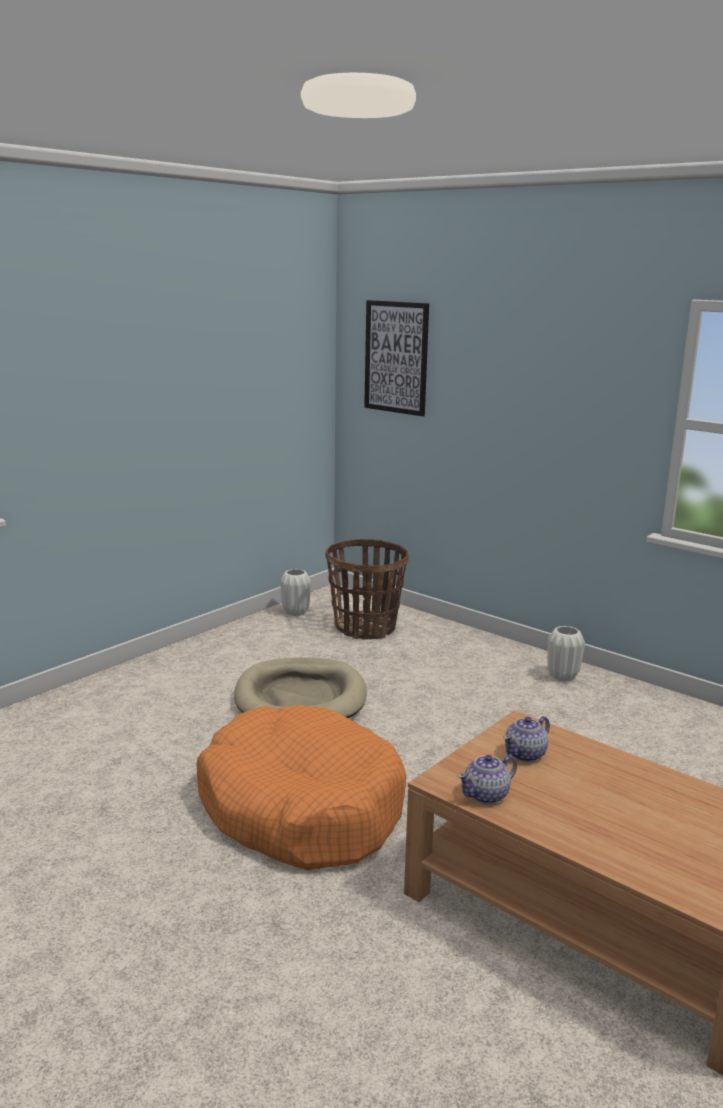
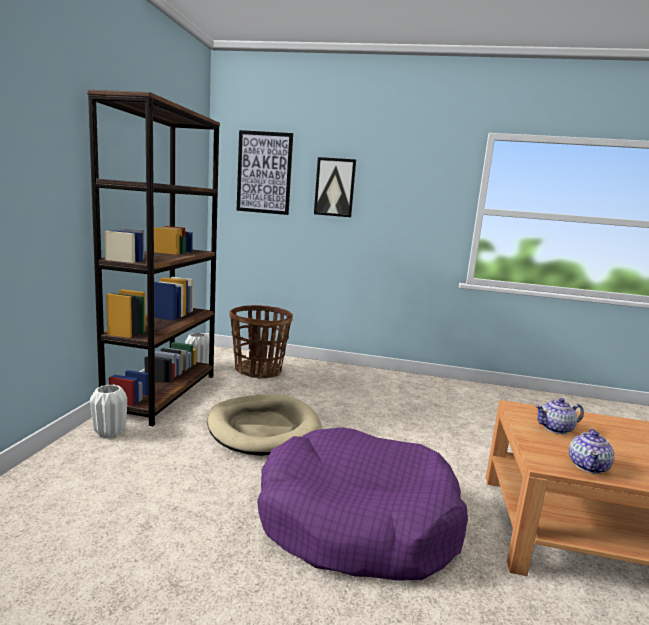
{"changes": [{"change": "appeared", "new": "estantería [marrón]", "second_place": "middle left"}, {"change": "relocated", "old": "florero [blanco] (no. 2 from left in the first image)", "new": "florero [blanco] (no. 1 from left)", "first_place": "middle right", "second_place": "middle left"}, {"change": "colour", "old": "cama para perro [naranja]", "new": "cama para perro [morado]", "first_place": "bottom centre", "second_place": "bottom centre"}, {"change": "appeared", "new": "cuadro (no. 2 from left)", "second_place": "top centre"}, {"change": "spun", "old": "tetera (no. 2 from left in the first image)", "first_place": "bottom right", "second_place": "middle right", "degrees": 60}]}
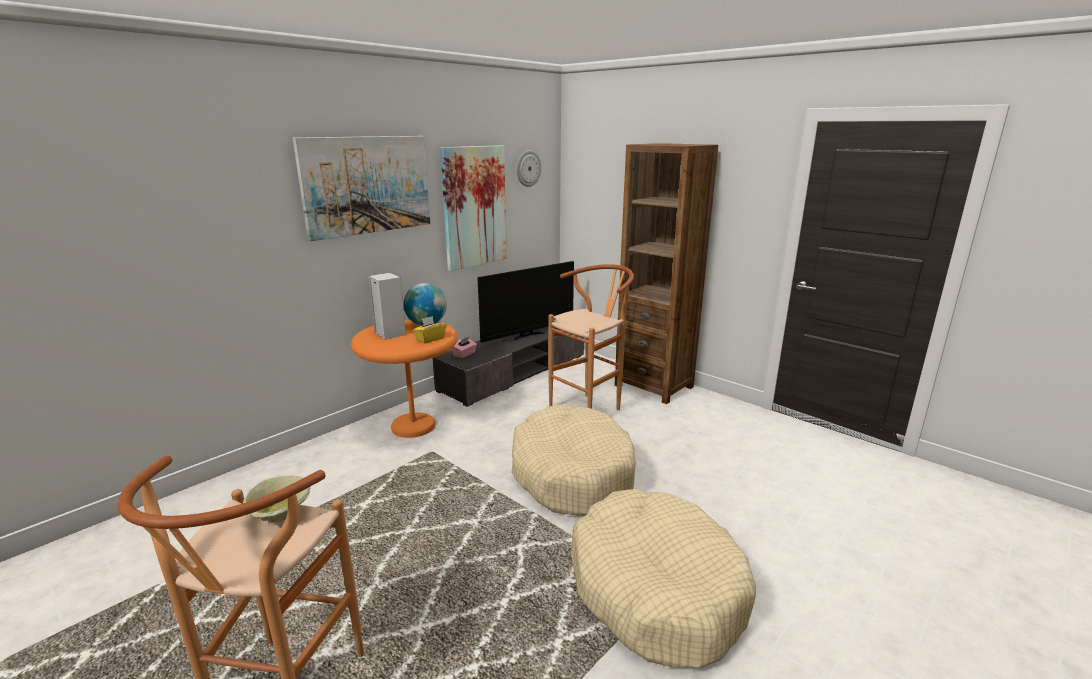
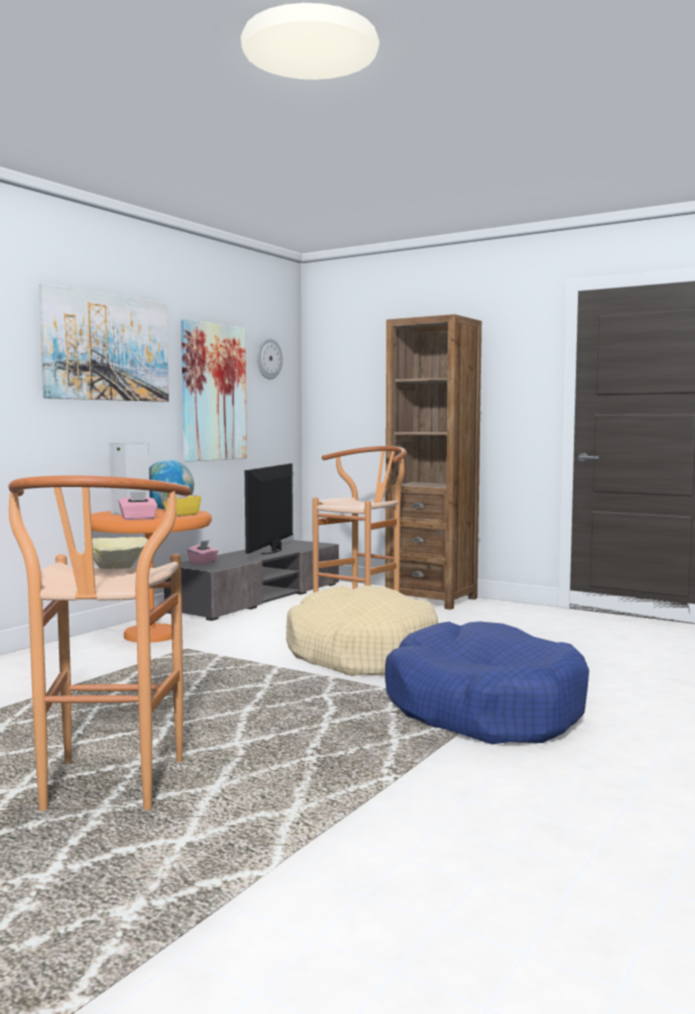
{"changes": [{"change": "appeared", "new": "caja de pañuelos [rosa] (no. 1 from left)", "second_place": "middle left"}, {"change": "spun", "old": "televisor", "first_place": "centre", "second_place": "centre", "degrees": 150}, {"change": "colour", "old": "cama para perro [beis] (no. 2 from left)", "new": "cama para perro [azul]", "first_place": "bottom centre", "second_place": "bottom right"}]}
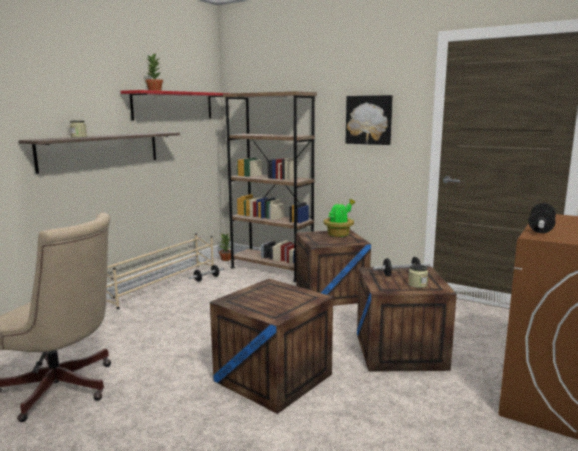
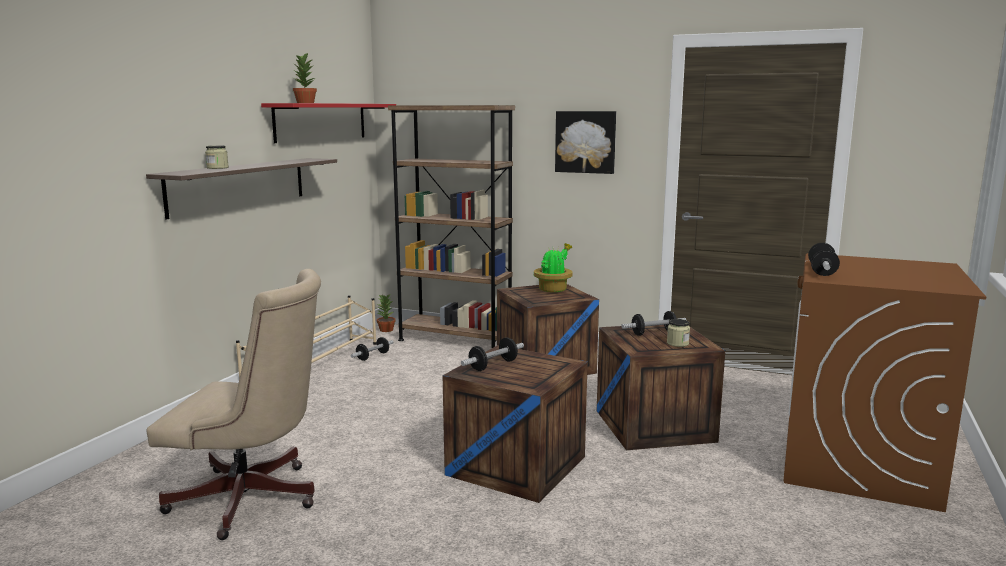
{"changes": [{"change": "appeared", "new": "mancuerna (no. 2 from left)", "second_place": "centre"}]}
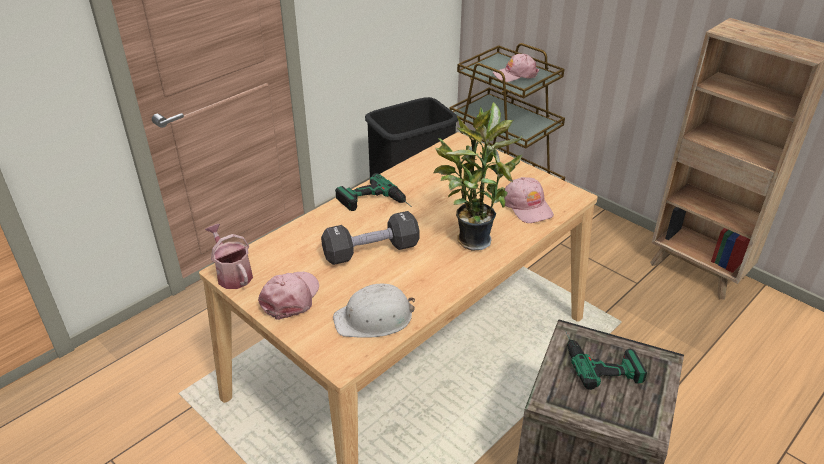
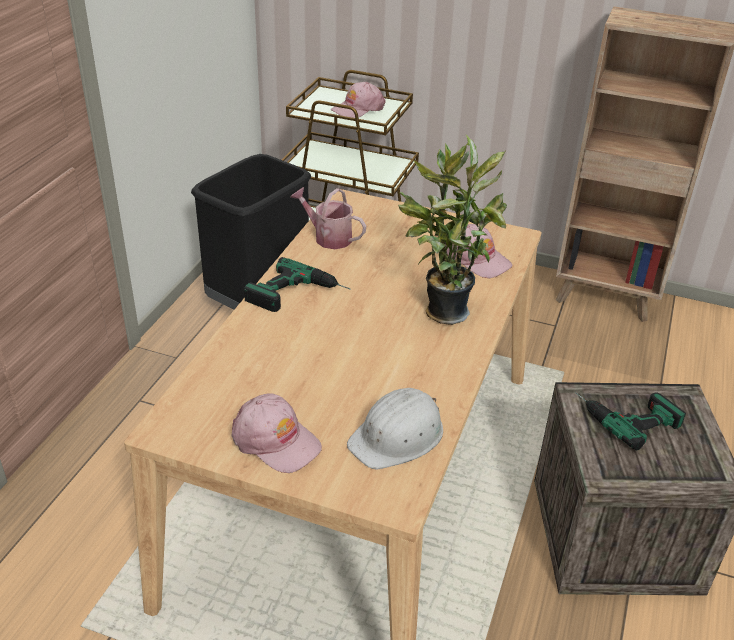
{"changes": [{"change": "spun", "old": "gorra [rosa] (no. 1 from left)", "first_place": "centre", "second_place": "bottom centre", "degrees": 135}, {"change": "relocated", "old": "regadera", "first_place": "middle left", "second_place": "centre"}, {"change": "missing", "old": "mancuerna [negro]", "first_place": "centre"}]}
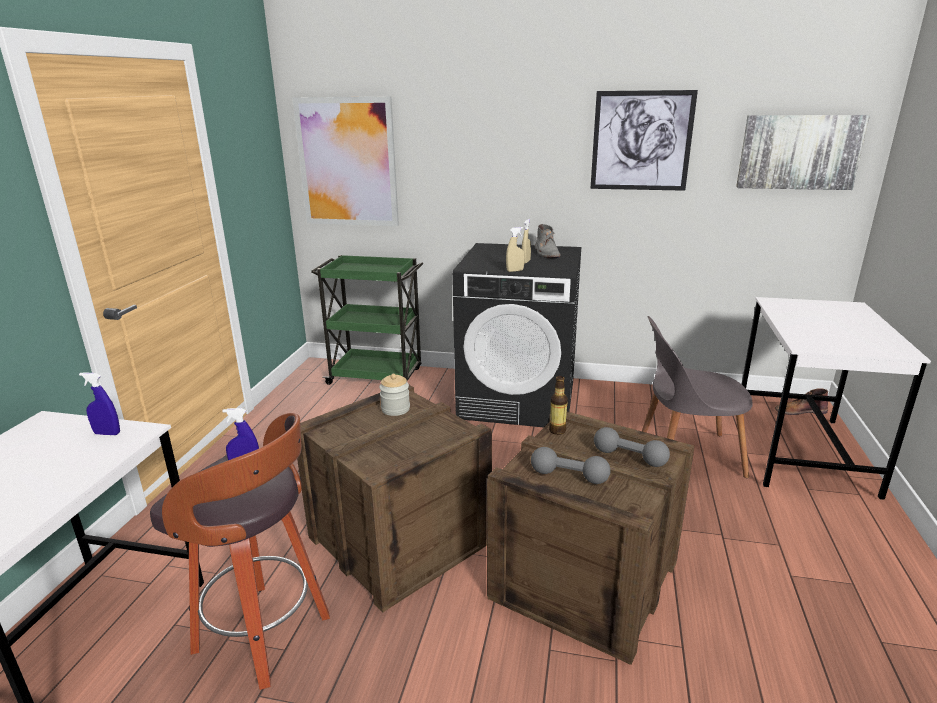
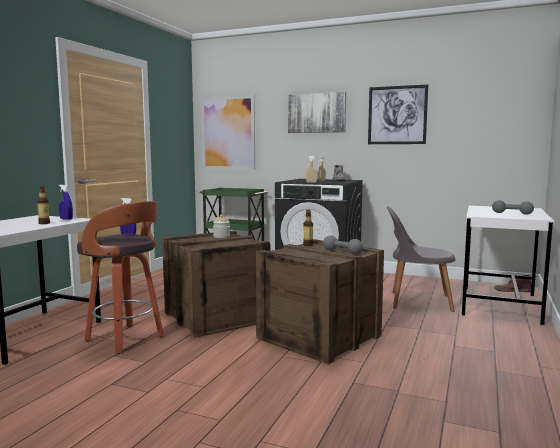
{"changes": [{"change": "appeared", "new": "botella (no. 1 from left)", "second_place": "middle left"}, {"change": "relocated", "old": "cuadro (no. 3 from left in the first image)", "new": "cuadro (no. 2 from left)", "first_place": "top right", "second_place": "top centre"}, {"change": "relocated", "old": "mancuerna [gris] (no. 1 from left in the first image)", "new": "mancuerna [gris] (no. 2 from left)", "first_place": "centre", "second_place": "middle right"}]}
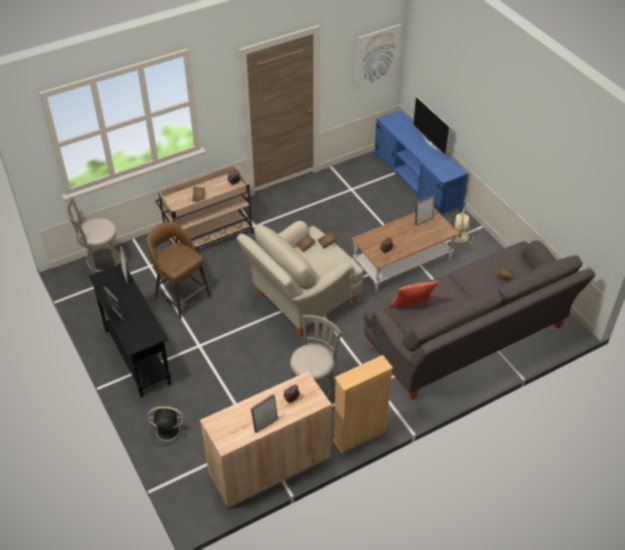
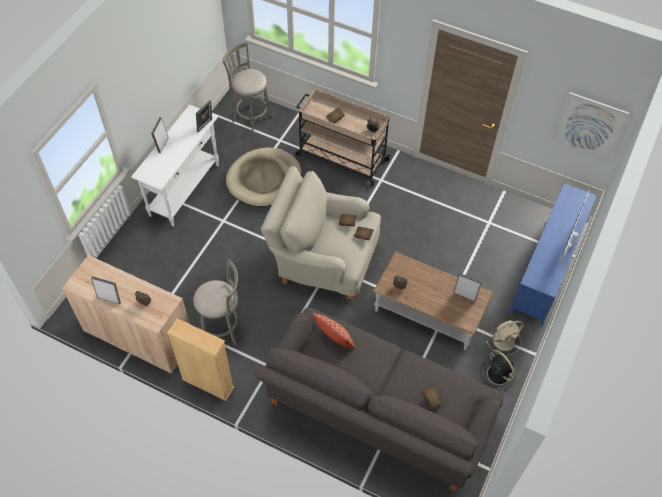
{"changes": [{"change": "colour", "old": "mesa consola [negro]", "new": "mesa consola [blanco]", "first_place": "middle left", "second_place": "middle left"}, {"change": "exchanged", "old": "taburete [marrón]", "new": "cama para perro [beis]", "first_place": "middle left", "second_place": "centre"}, {"change": "relocated", "old": "ventilador [negro]", "first_place": "bottom left", "second_place": "bottom right"}]}
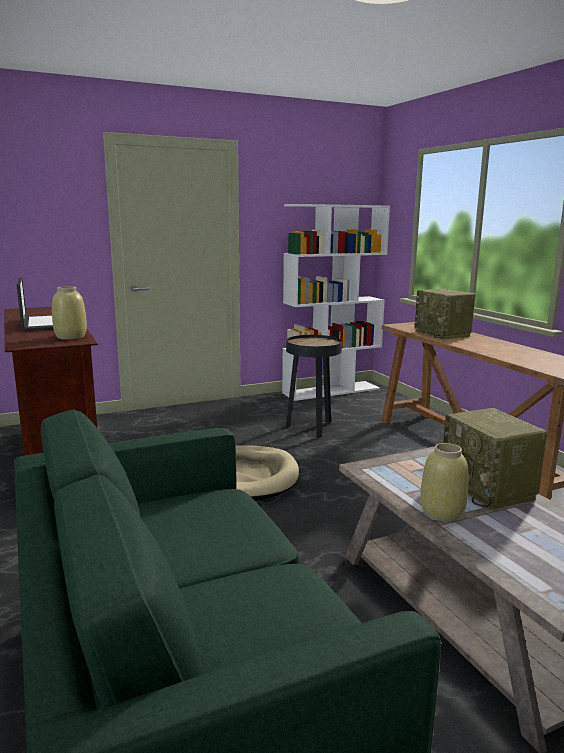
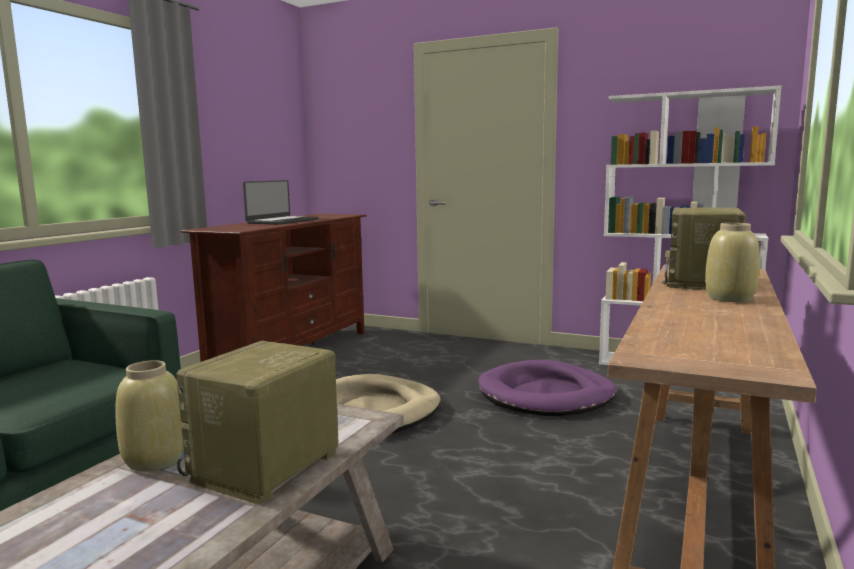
{"changes": [{"change": "exchanged", "old": "mesa auxiliar [negro]", "new": "cama para perro [morado]", "first_place": "centre", "second_place": "bottom centre"}, {"change": "relocated", "old": "florero [beis] (no. 1 from left in the first image)", "new": "florero [beis] (no. 2 from left)", "first_place": "middle left", "second_place": "middle right"}]}
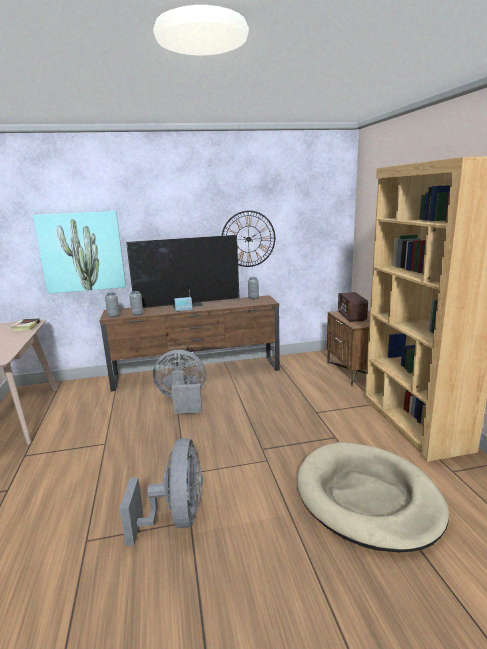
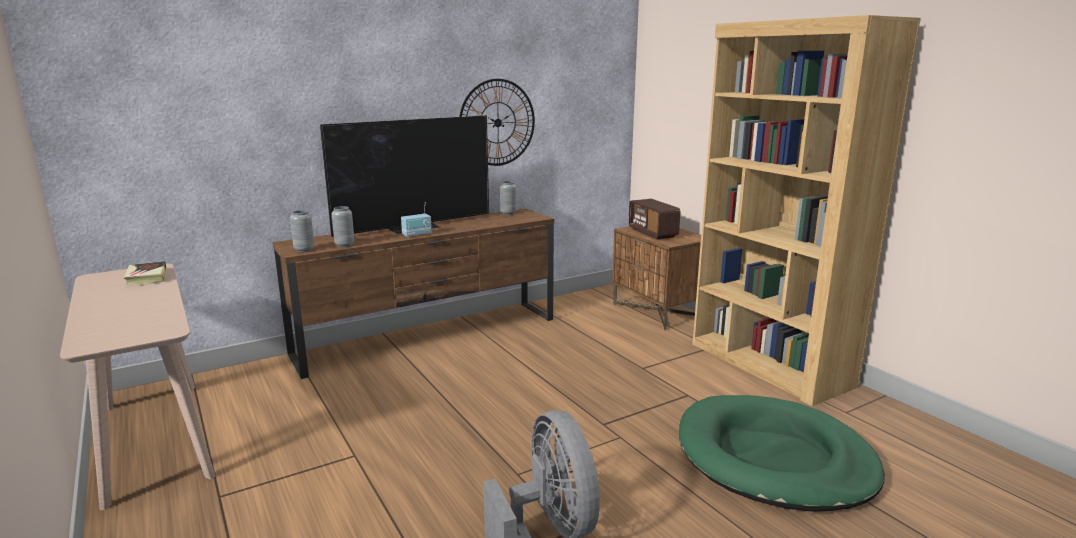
{"changes": [{"change": "colour", "old": "cama para perro [beis]", "new": "cama para perro [verde]", "first_place": "bottom right", "second_place": "bottom right"}, {"change": "missing", "old": "cuadro", "first_place": "middle left"}, {"change": "missing", "old": "ventilador [gris] (no. 2 from left)", "first_place": "centre"}]}
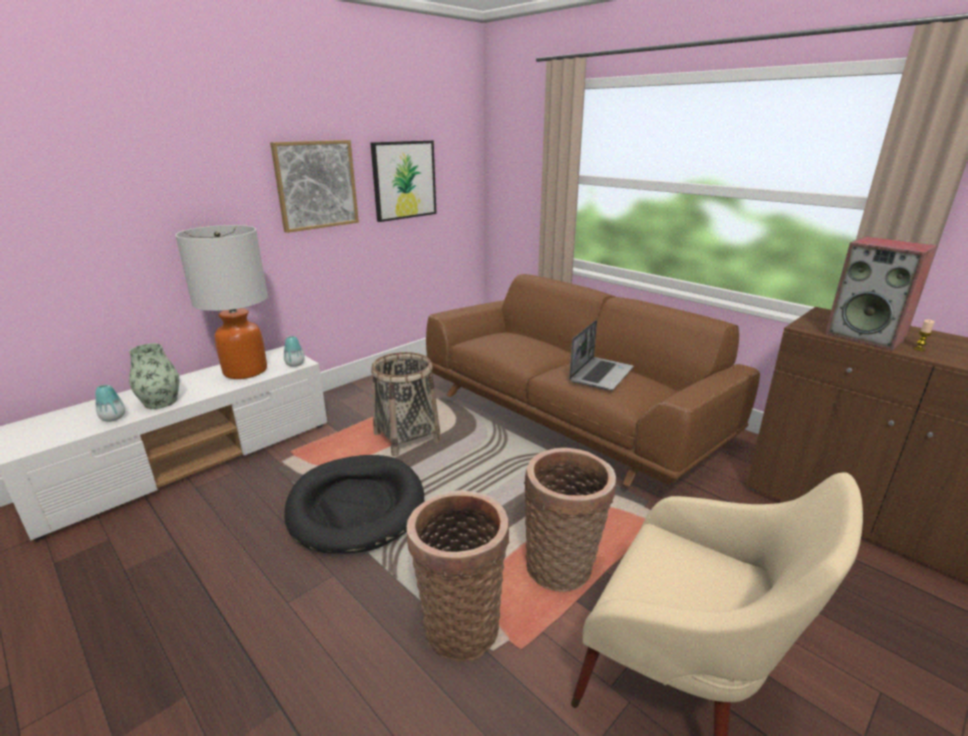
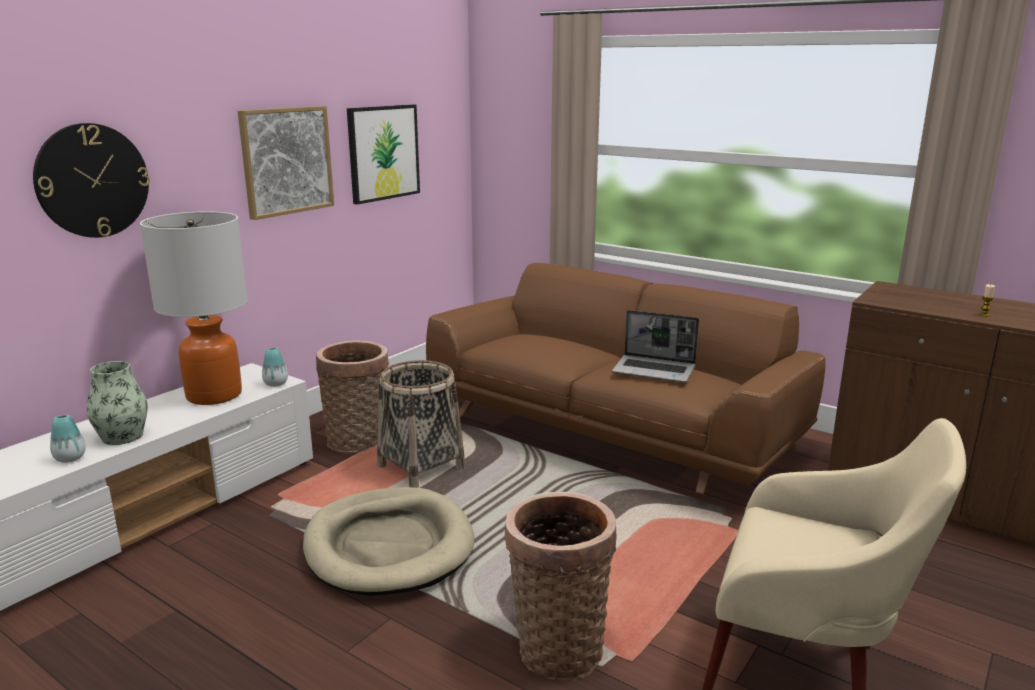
{"changes": [{"change": "appeared", "new": "reloj de pared", "second_place": "top left"}, {"change": "colour", "old": "cama para perro [negro]", "new": "cama para perro [beis]", "first_place": "bottom centre", "second_place": "bottom centre"}, {"change": "relocated", "old": "cesta (no. 3 from left in the first image)", "new": "cesta (no. 1 from left)", "first_place": "bottom centre", "second_place": "centre"}, {"change": "spun", "old": "portátil", "first_place": "centre", "second_place": "centre", "degrees": 90}, {"change": "missing", "old": "altavoz", "first_place": "middle right"}]}
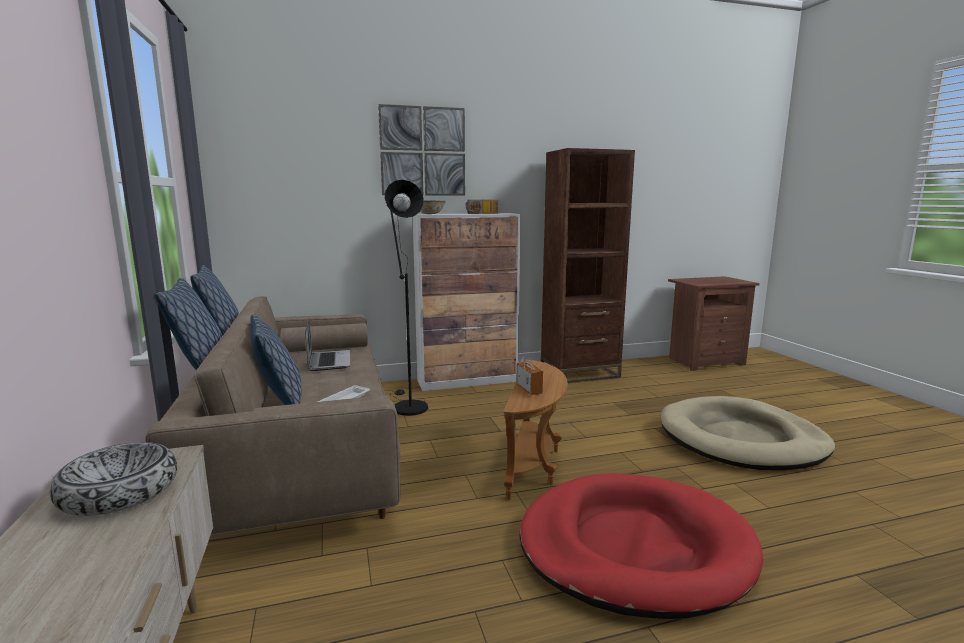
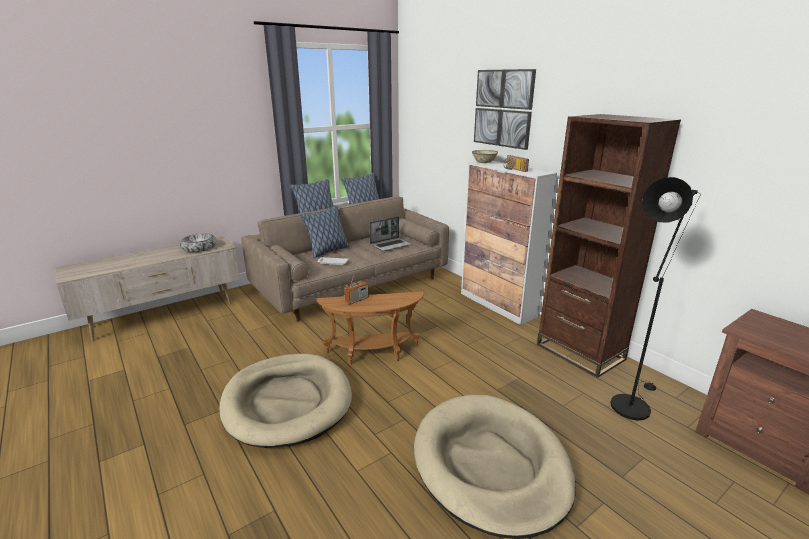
{"changes": [{"change": "colour", "old": "cama para perro [rojo]", "new": "cama para perro [beis] (no. 1 from left)", "first_place": "bottom centre", "second_place": "bottom centre"}, {"change": "relocated", "old": "lámpara de pie [negro]", "first_place": "centre", "second_place": "middle right"}]}
